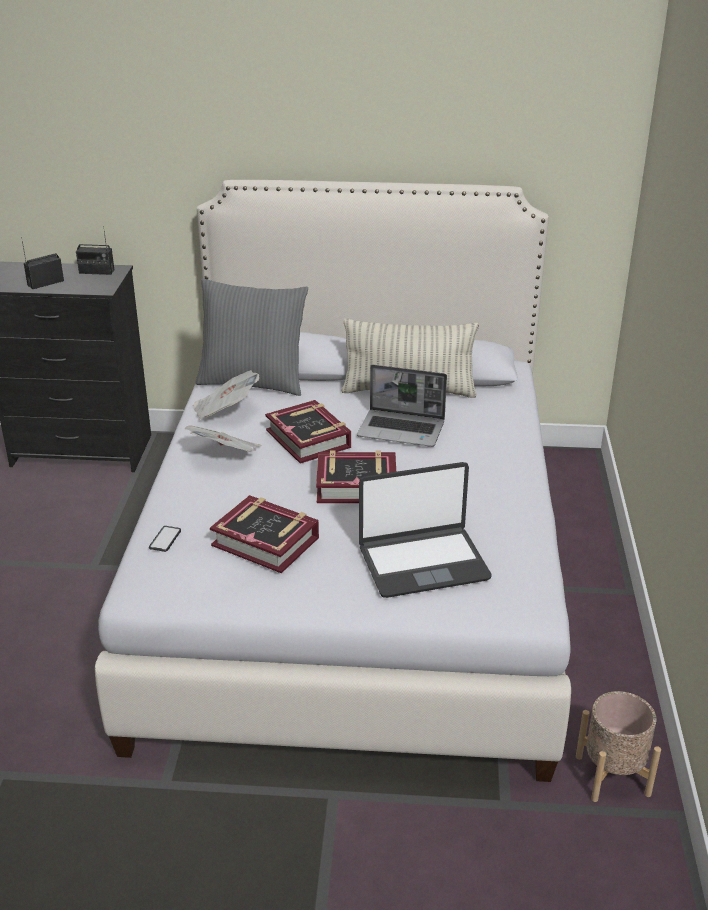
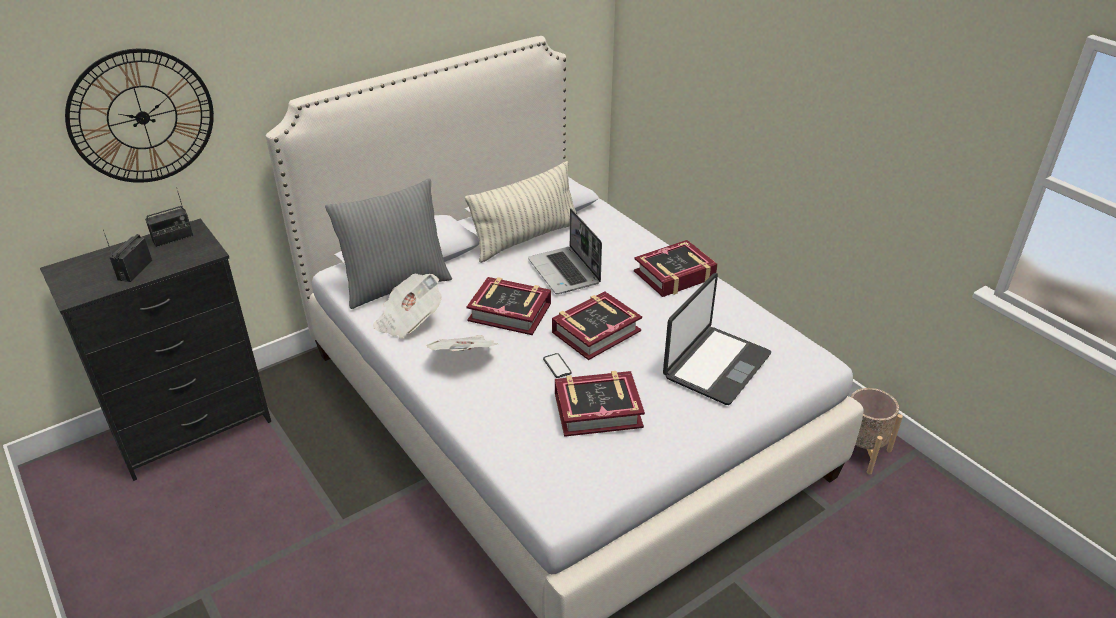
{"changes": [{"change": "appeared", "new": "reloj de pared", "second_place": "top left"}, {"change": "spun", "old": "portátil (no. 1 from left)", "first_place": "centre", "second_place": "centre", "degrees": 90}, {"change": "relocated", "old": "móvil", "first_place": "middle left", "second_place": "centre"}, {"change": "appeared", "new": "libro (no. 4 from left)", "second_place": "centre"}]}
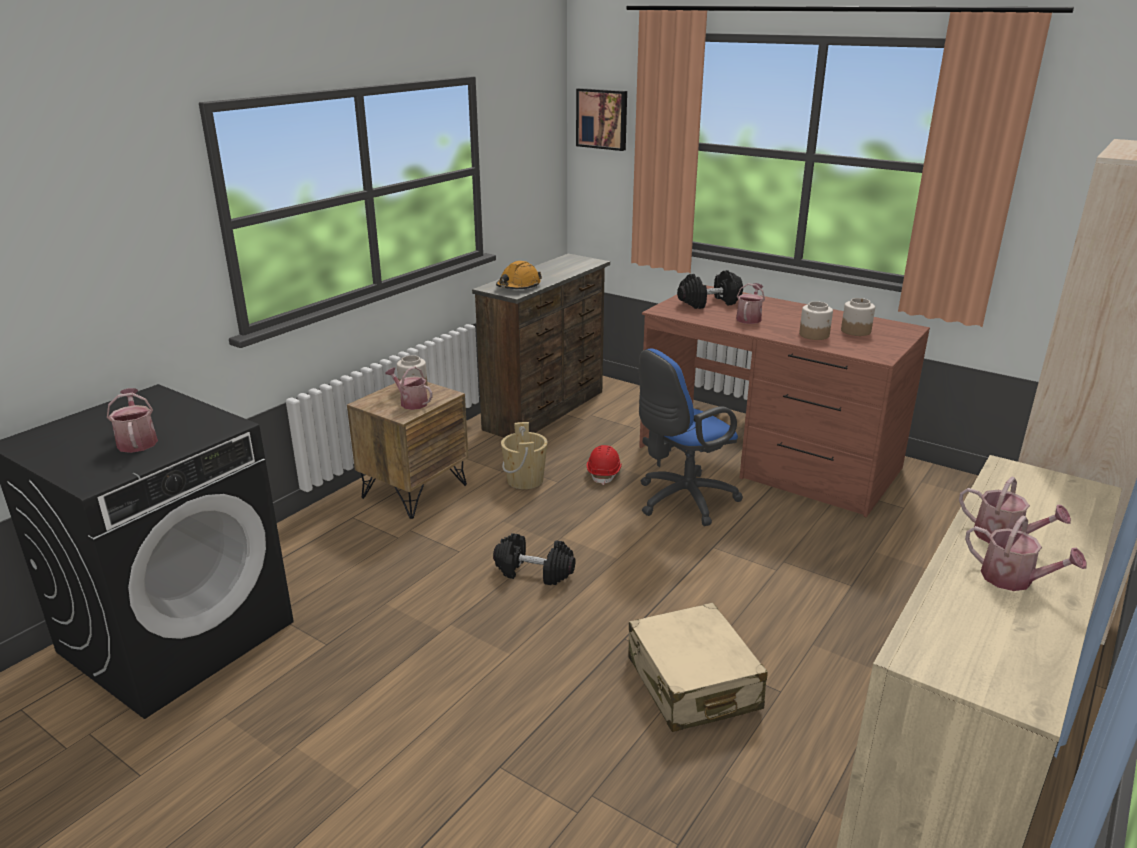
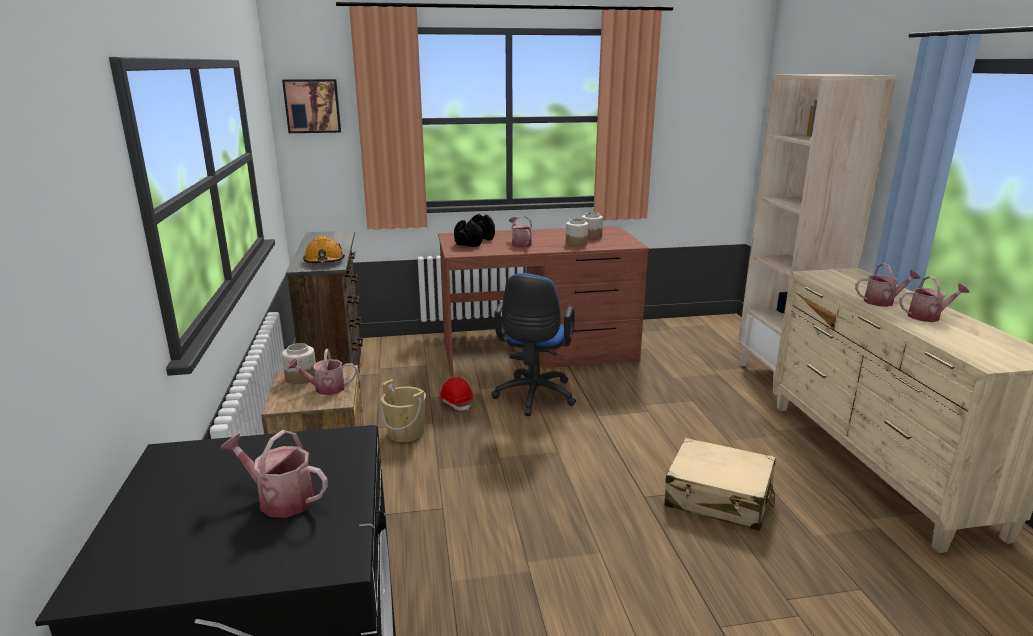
{"changes": [{"change": "missing", "old": "mancuerna [negro] (no. 1 from left)", "first_place": "centre"}]}
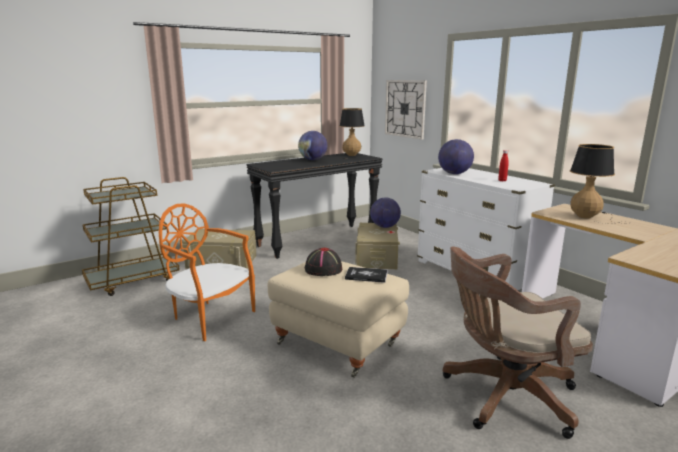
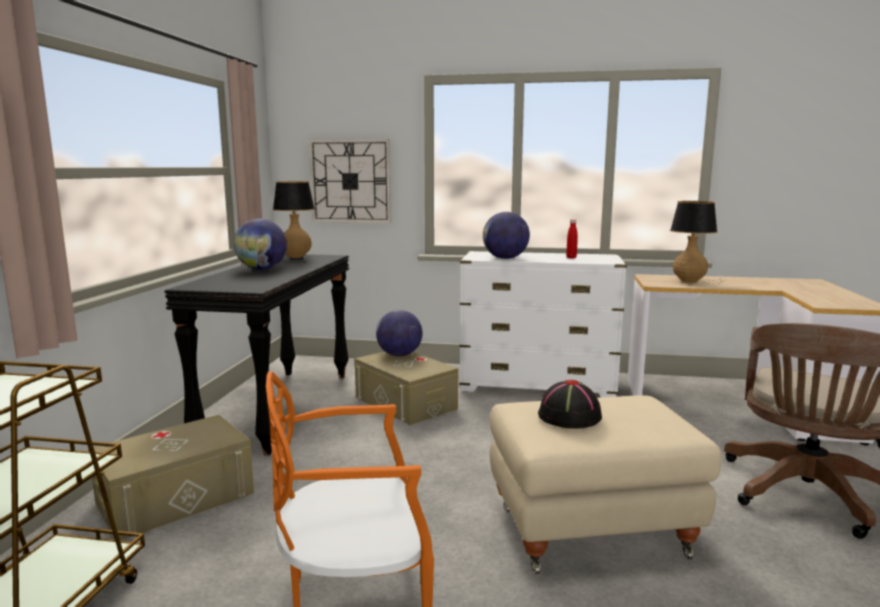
{"changes": [{"change": "missing", "old": "libro", "first_place": "centre"}]}
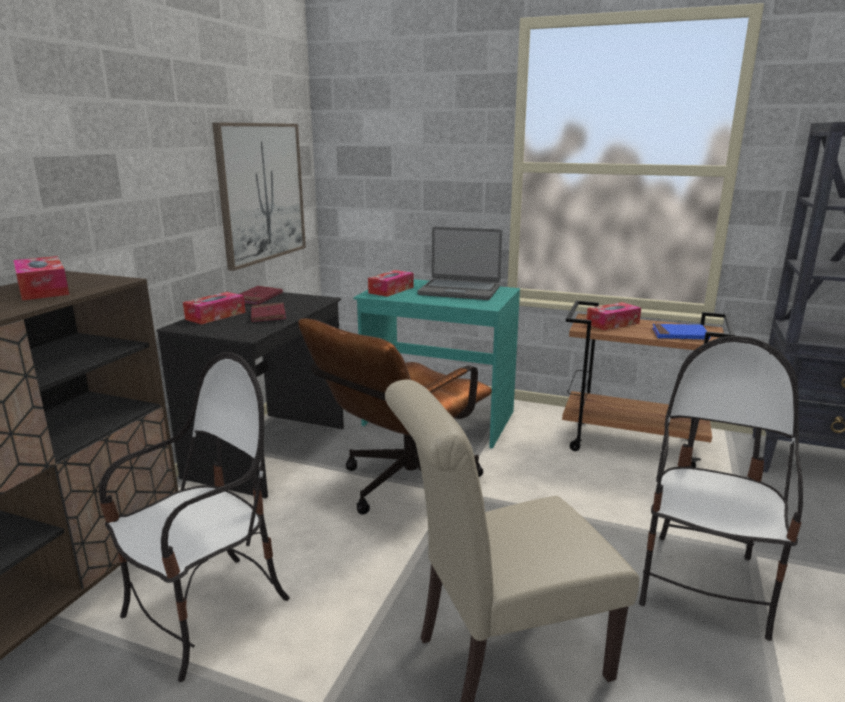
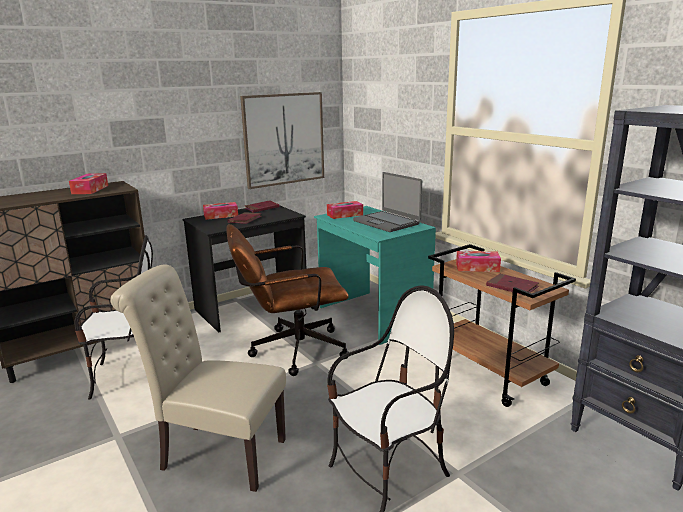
{"changes": [{"change": "colour", "old": "libro [azul]", "new": "libro [rojo] (no. 3 from left)", "first_place": "middle right", "second_place": "middle right"}]}
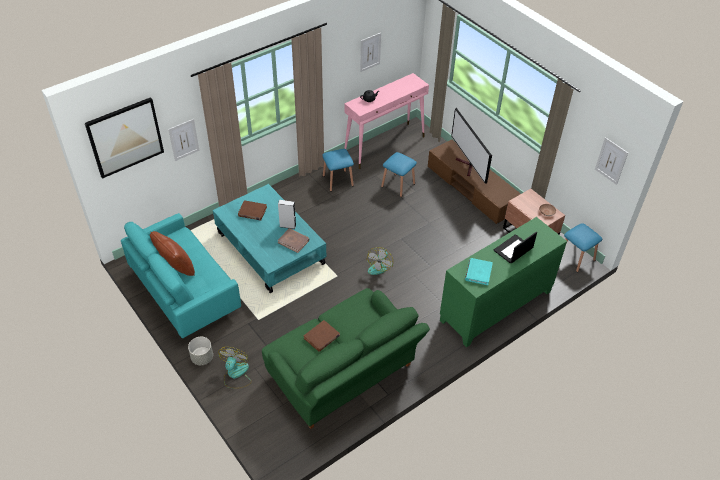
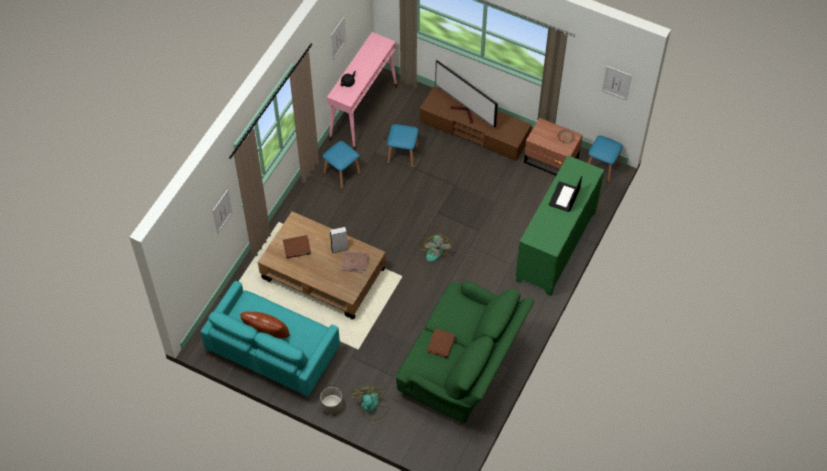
{"changes": [{"change": "colour", "old": "mesa de centro [turquesa]", "new": "mesa de centro [marrón]", "first_place": "centre", "second_place": "centre"}, {"change": "missing", "old": "cuadro (no. 1 from left)", "first_place": "top left"}, {"change": "missing", "old": "libro [turquesa]", "first_place": "centre"}]}
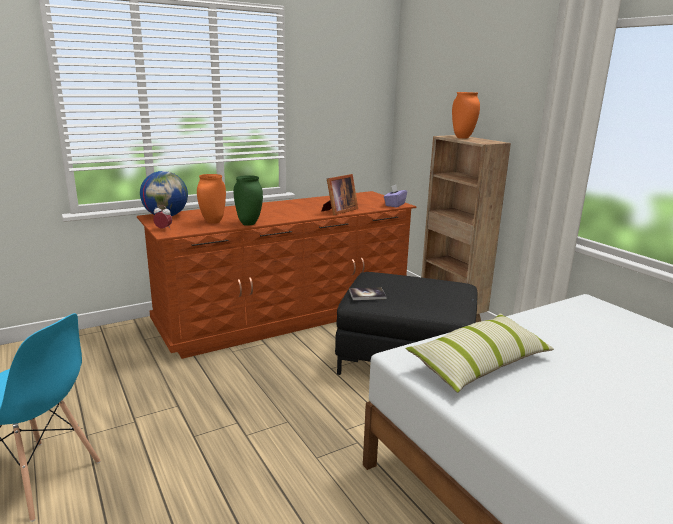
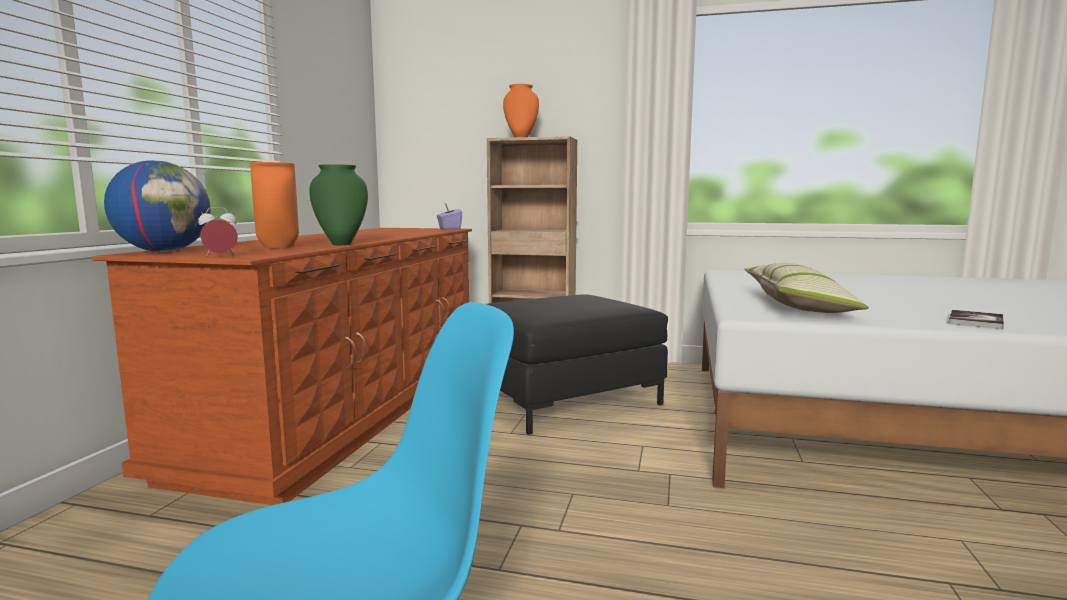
{"changes": [{"change": "relocated", "old": "libro", "first_place": "centre", "second_place": "middle right"}, {"change": "missing", "old": "portarretratos", "first_place": "centre"}]}
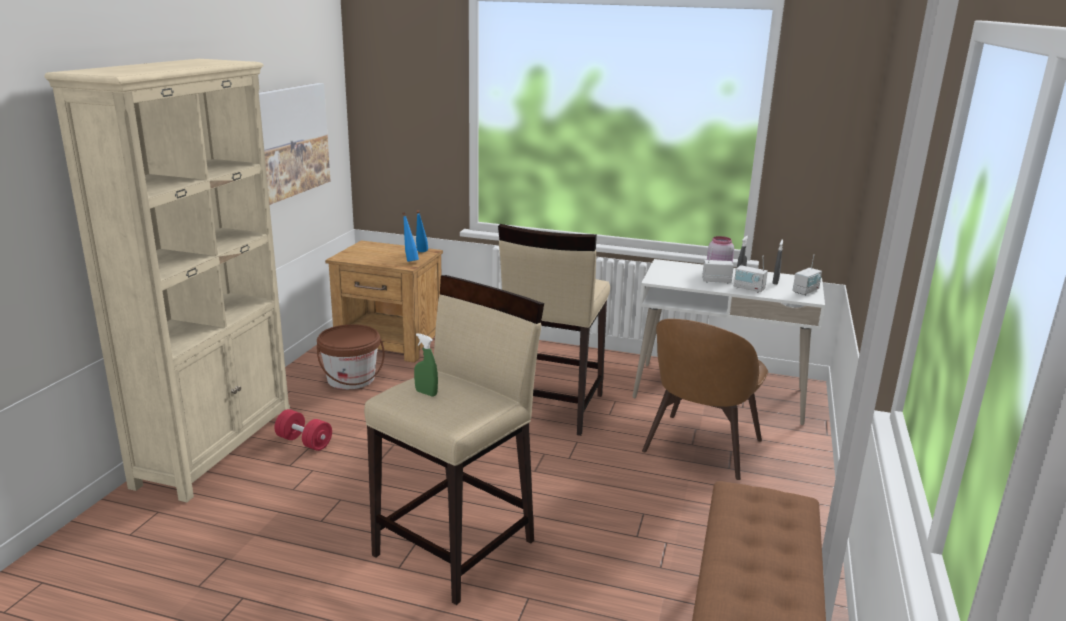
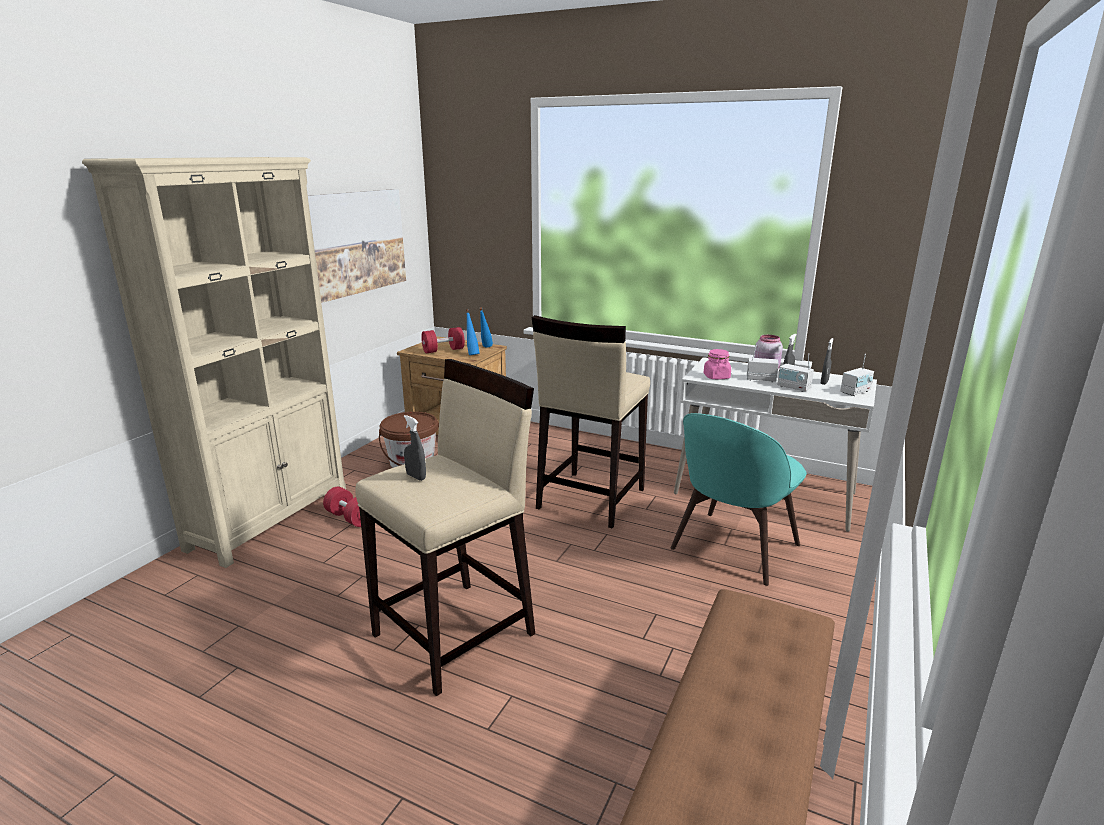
{"changes": [{"change": "colour", "old": "pulverizador [verde]", "new": "pulverizador [gris] (no. 1 from left)", "first_place": "centre", "second_place": "centre"}, {"change": "appeared", "new": "mancuerna [rojo] (no. 2 from left)", "second_place": "centre"}, {"change": "colour", "old": "silla [marrón]", "new": "silla [turquesa]", "first_place": "centre", "second_place": "middle right"}, {"change": "appeared", "new": "tarro [rosa] (no. 1 from left)", "second_place": "centre"}]}
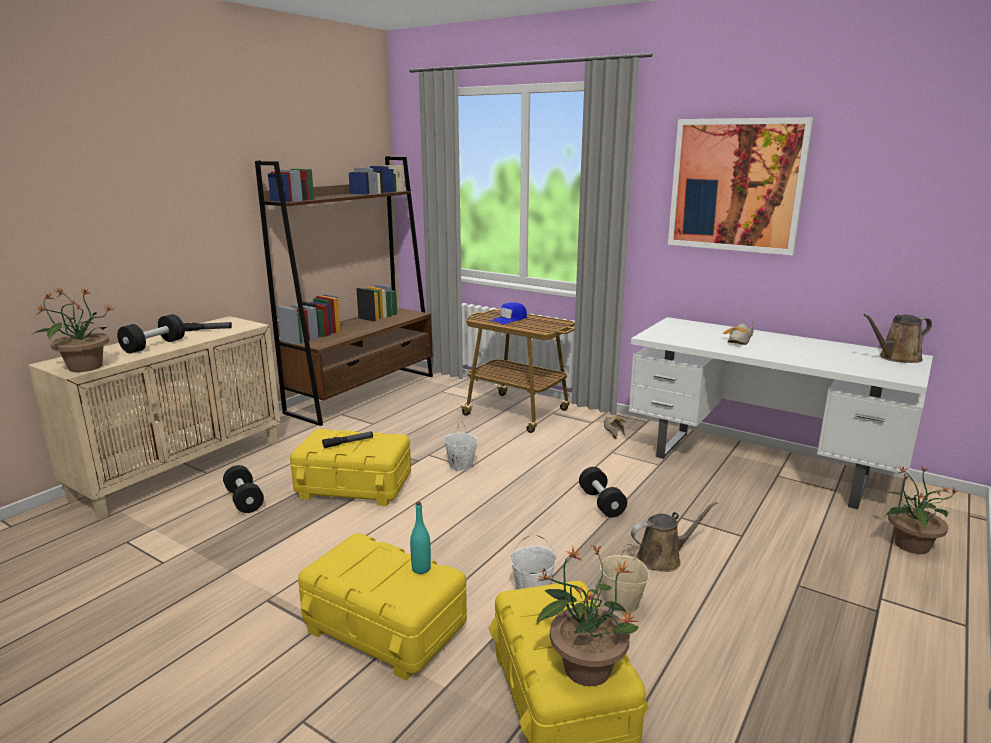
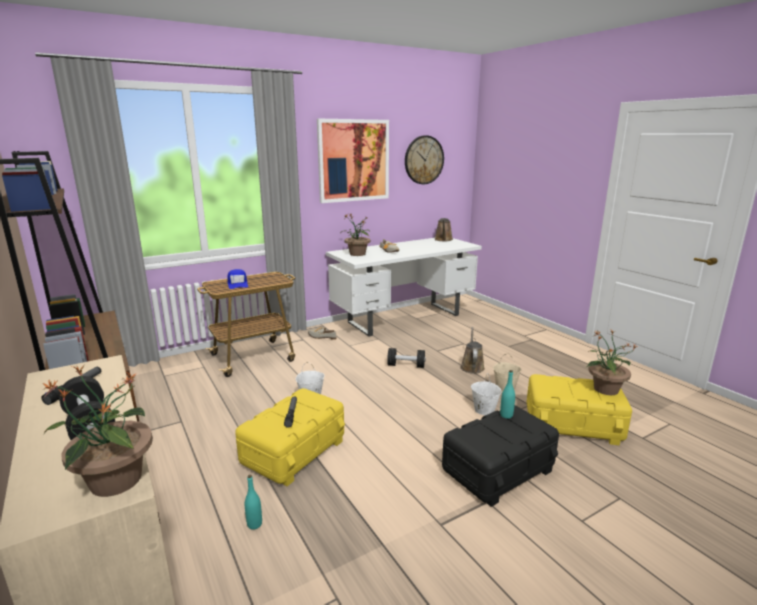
{"changes": [{"change": "exchanged", "old": "mancuerna [negro] (no. 2 from left)", "new": "botella [turquesa] (no. 1 from left)", "first_place": "middle left", "second_place": "bottom centre"}, {"change": "relocated", "old": "planta en maceta (no. 3 from left in the first image)", "new": "planta en maceta (no. 2 from left)", "first_place": "bottom right", "second_place": "centre"}, {"change": "appeared", "new": "reloj de pared", "second_place": "top centre"}, {"change": "colour", "old": "caja de almacenaje [amarillo] (no. 2 from left)", "new": "caja de almacenaje [negro]", "first_place": "bottom centre", "second_place": "bottom centre"}]}
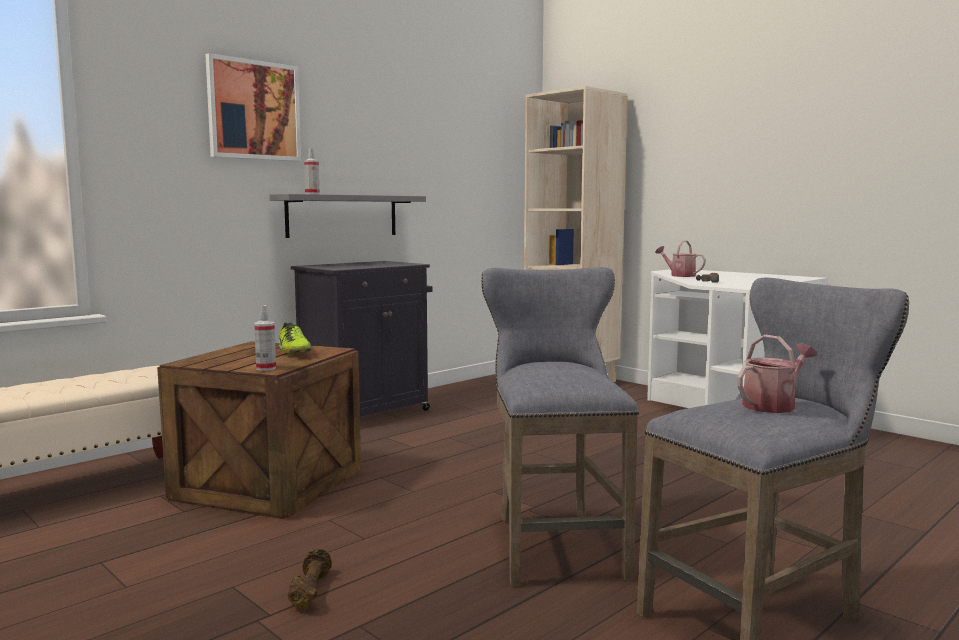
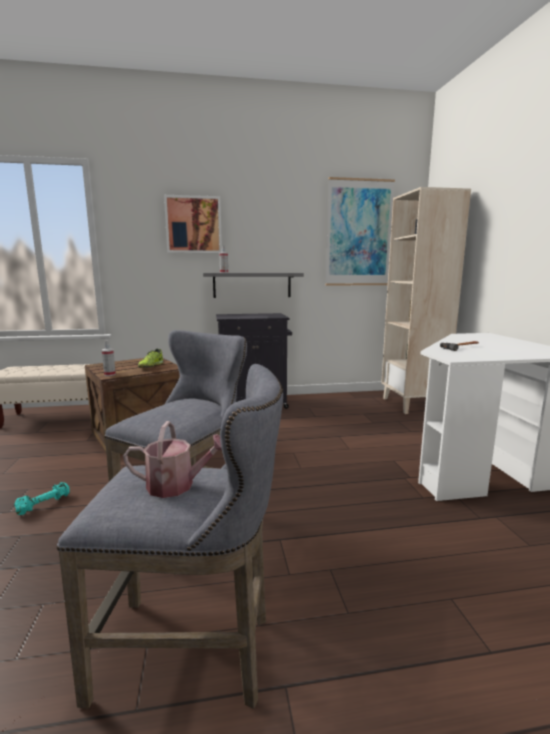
{"changes": [{"change": "colour", "old": "mancuerna [marrón]", "new": "mancuerna [turquesa]", "first_place": "bottom left", "second_place": "bottom left"}, {"change": "appeared", "new": "cuadro (no. 2 from left)", "second_place": "top centre"}, {"change": "missing", "old": "regadera (no. 1 from left)", "first_place": "middle right"}]}
